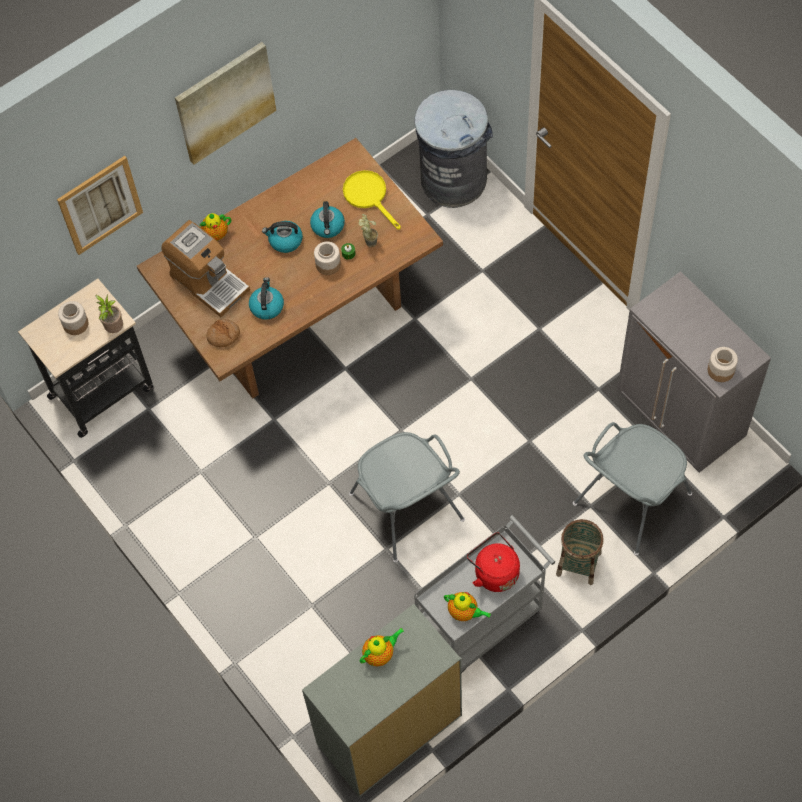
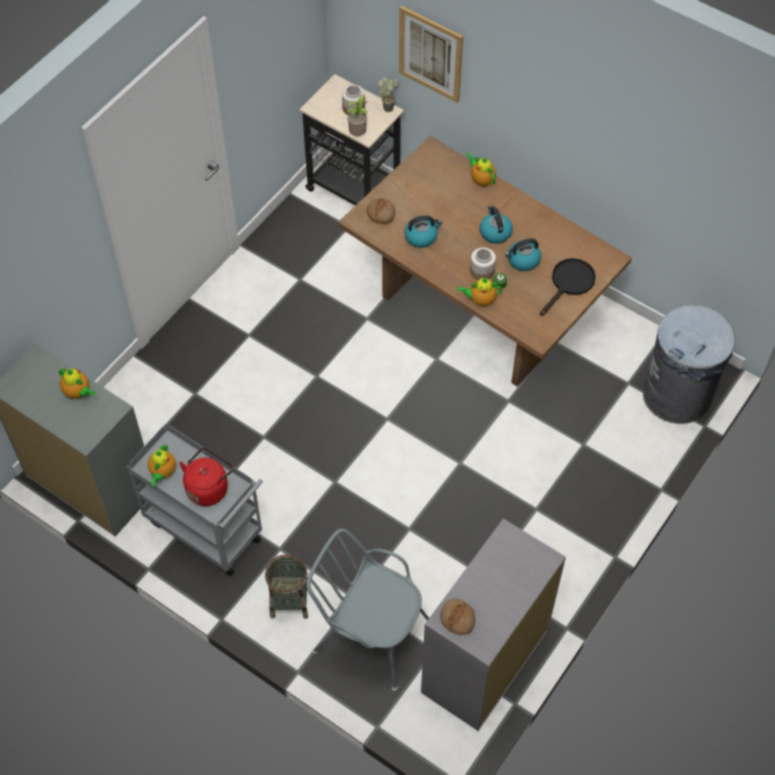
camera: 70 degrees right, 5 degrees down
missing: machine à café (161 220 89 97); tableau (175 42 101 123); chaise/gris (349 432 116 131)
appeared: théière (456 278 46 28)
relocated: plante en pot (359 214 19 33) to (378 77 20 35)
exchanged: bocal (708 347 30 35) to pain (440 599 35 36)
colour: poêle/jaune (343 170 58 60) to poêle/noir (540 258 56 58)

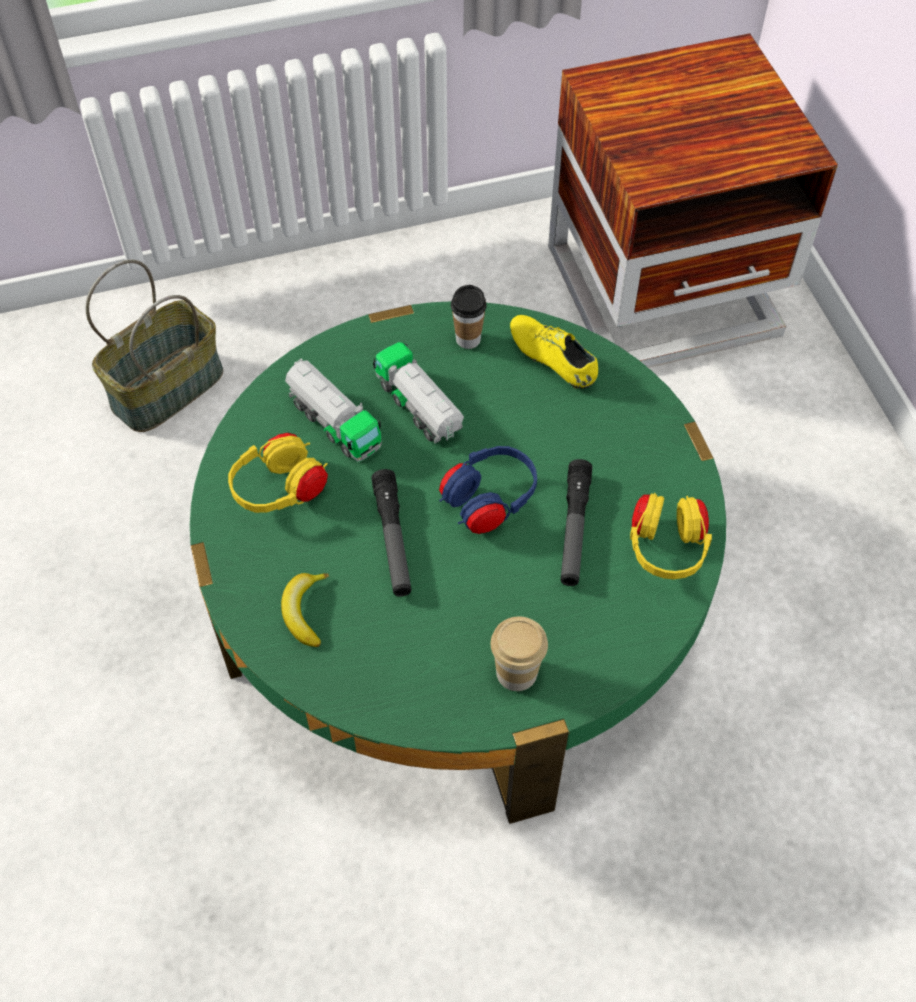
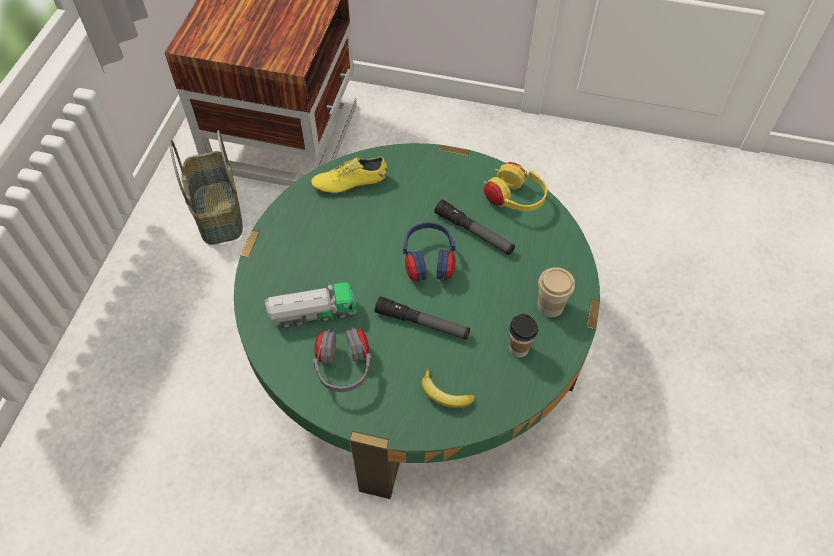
camera: 60 degrees left, 0 degrees up
missing: camion jouet (373 342 91 101)
relocated: panier (86 260 137 172) to (169 130 74 115); tasse (451 285 36 64) to (509 314 29 44)
colour: casque audio/jaune (228 433 100 80) to casque audio/gris (313 327 58 65)

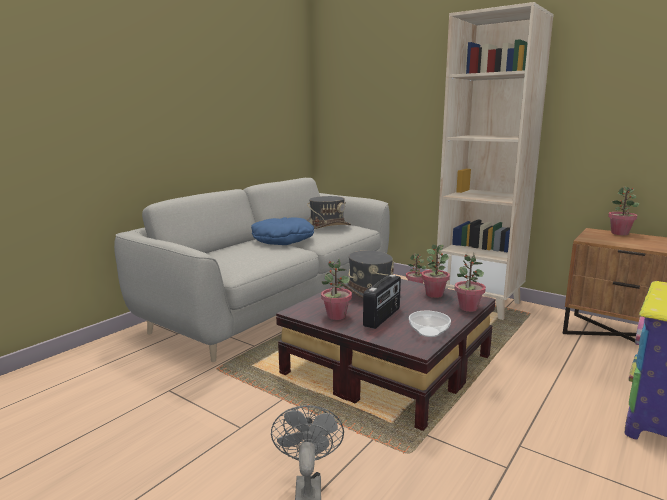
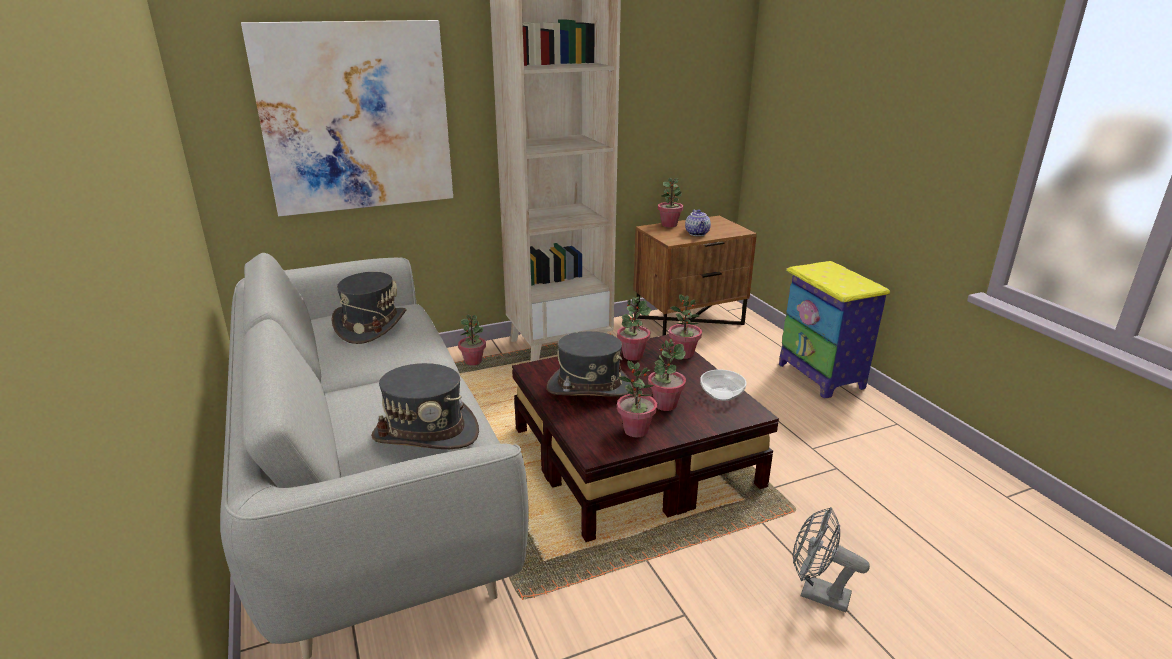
camera: 60 degrees left, 10 degrees up
missing: coussin/bleu (251 217 63 28)
appeared: tableau (241 20 212 196); chapeau/gris (371 363 108 86); théière (685 209 26 27)
exchanged: radio (363 274 38 55) to plante en pot (648 339 38 72)

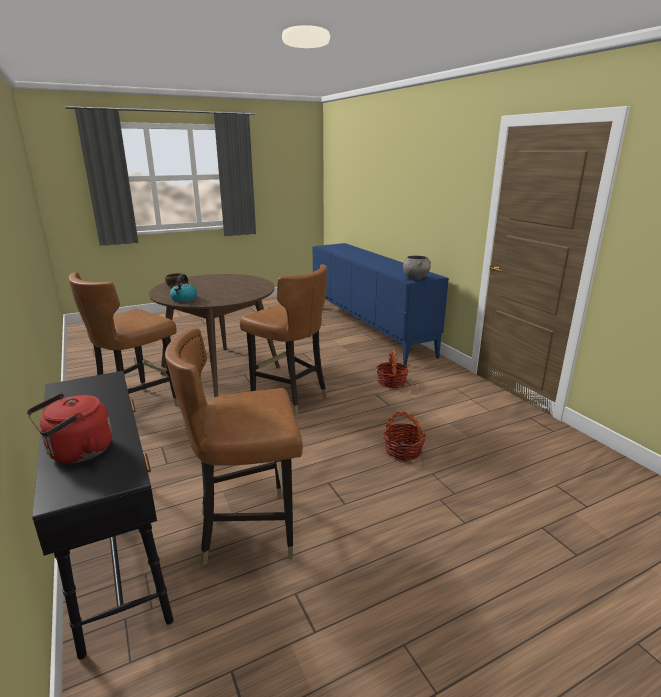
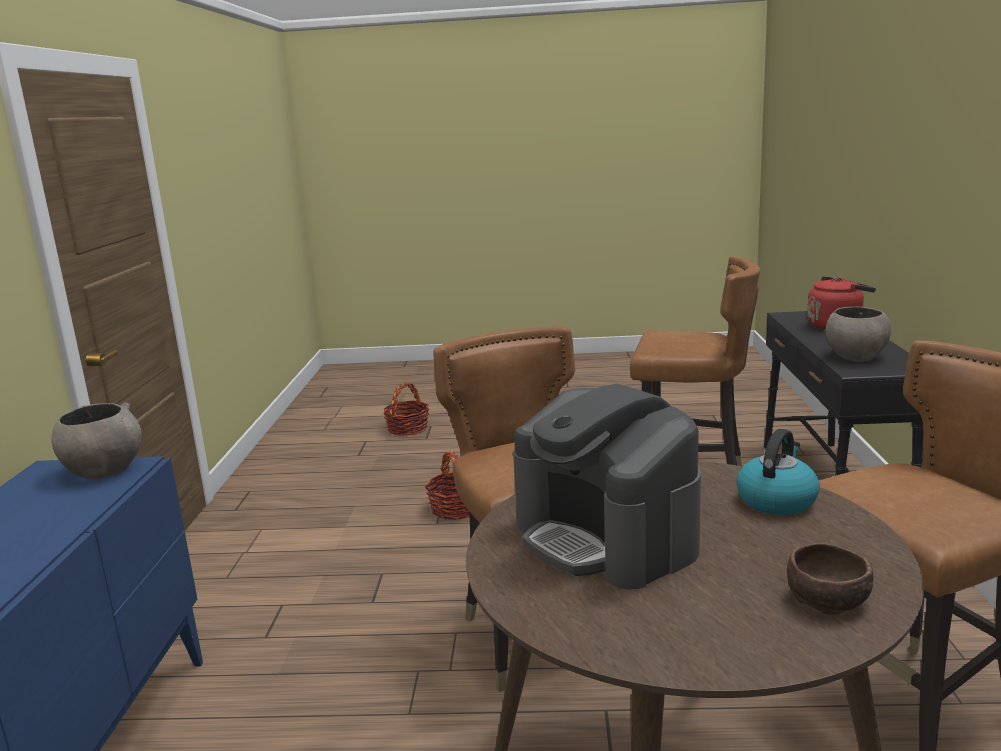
camera: 150 degrees left, 5 degrees down
appeared: machine à café (513 384 188 206); bol/gris (826 307 65 55)
relocated: panier (376 350 33 38) to (383 382 46 54)

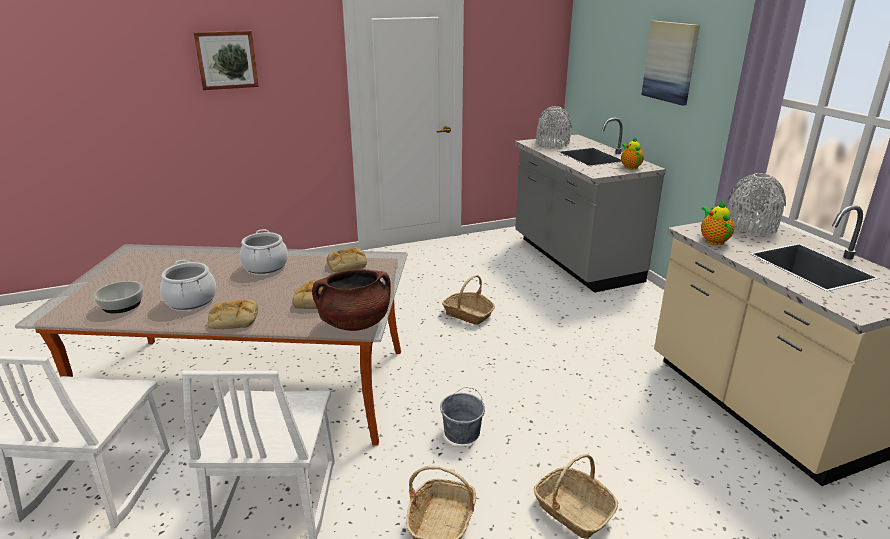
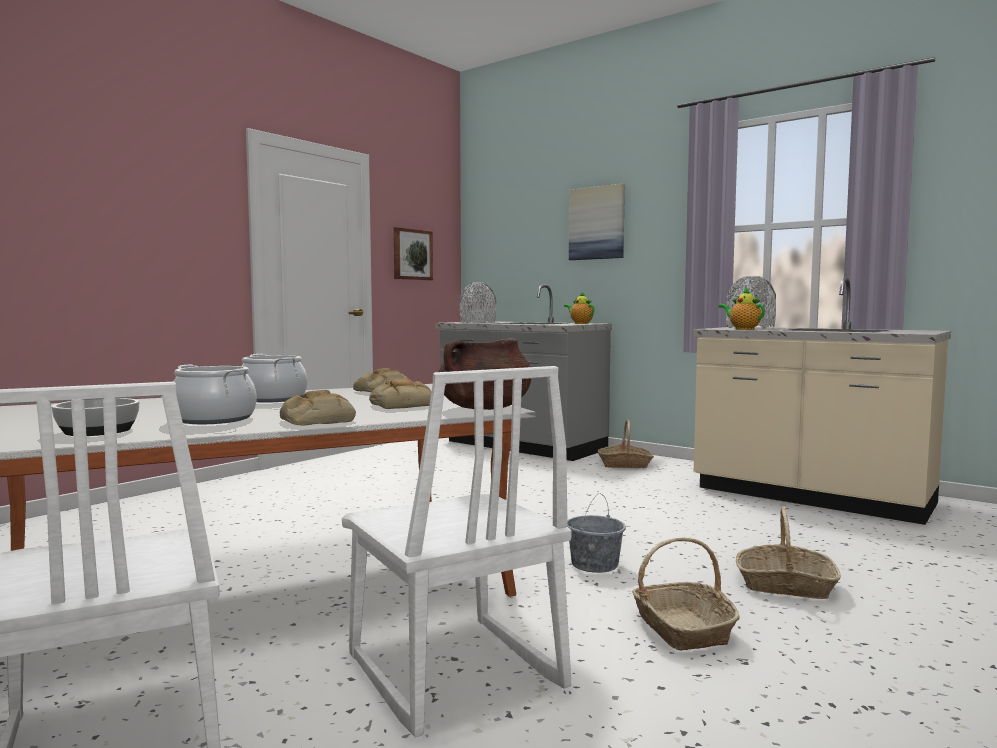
camera: 30 degrees left, 20 degrees down
relocated: tableau (193 31 66 59) to (394 227 39 53); panier (442 275 53 50) to (598 419 56 49)

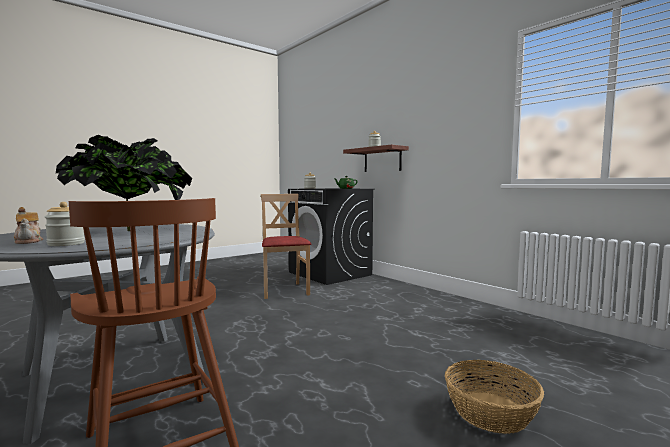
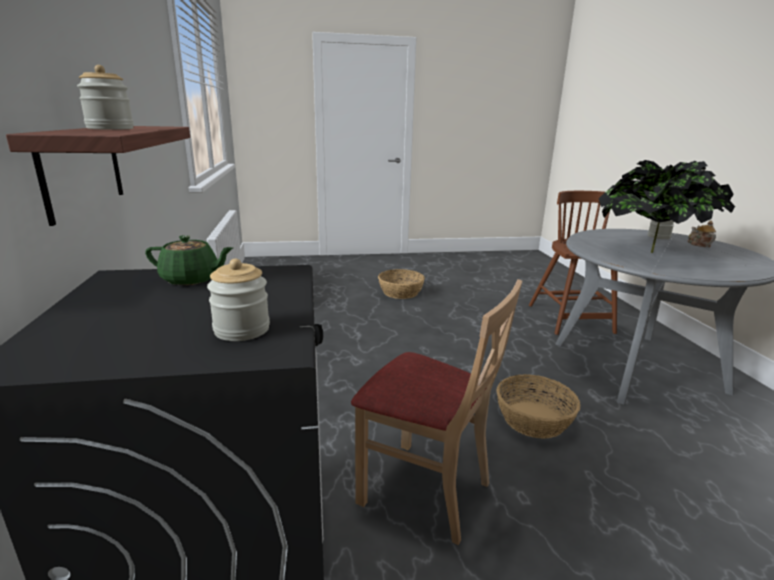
camera: 150 degrees left, 15 degrees up
appeared: panier (497 374 84 65)
spun: chaise/beige (261 194 51 105) = (351 279 171 266) 75 degrees counterclockwise

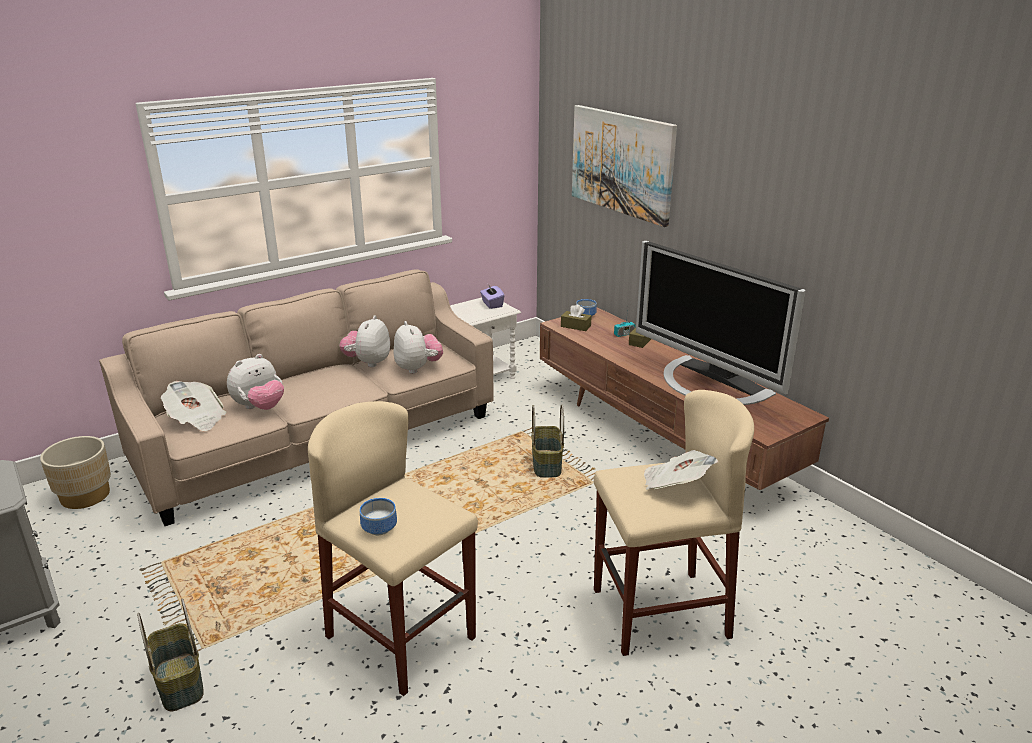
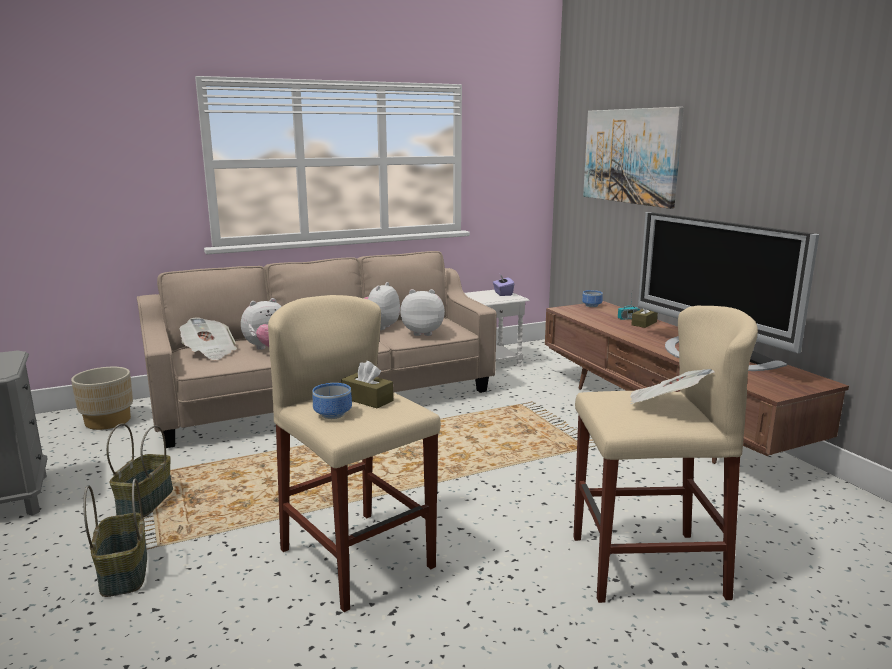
camera: 10 degrees right, 10 degrees down
relocated: panier (531 404 33 74) to (106 423 67 95); boîte à mouchoirs/marron (561 304 31 27) to (341 361 52 48)
spun: peluche (394 321 49 53) = (400 289 45 47) 75 degrees counterclockwise

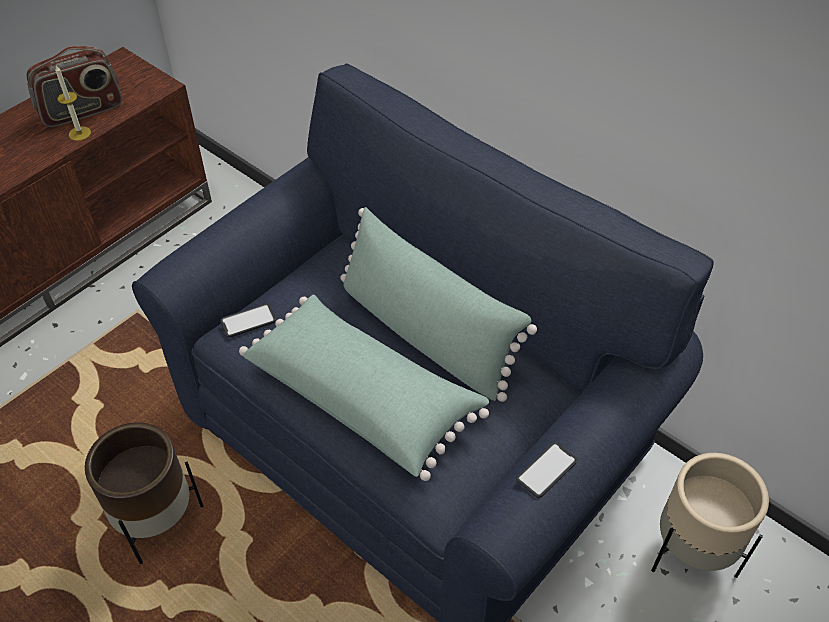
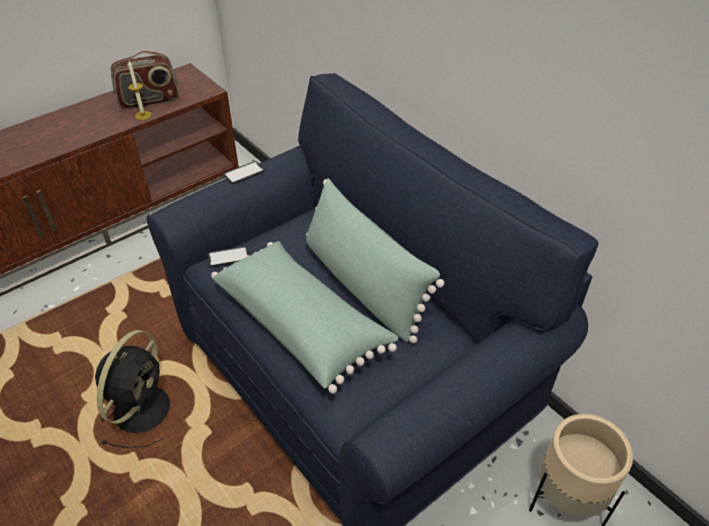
camera: 10 degrees right, 5 degrees down
relocated: téléphone (516 442 61 56) to (223 161 42 23)
exchanged: cache-pot/marron (85 422 119 142) to ventilateur/noir (95 330 75 118)

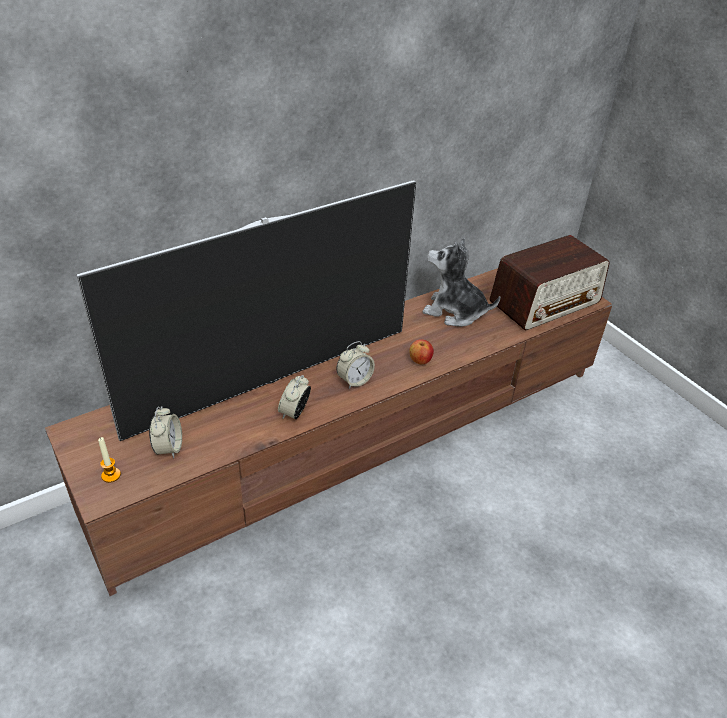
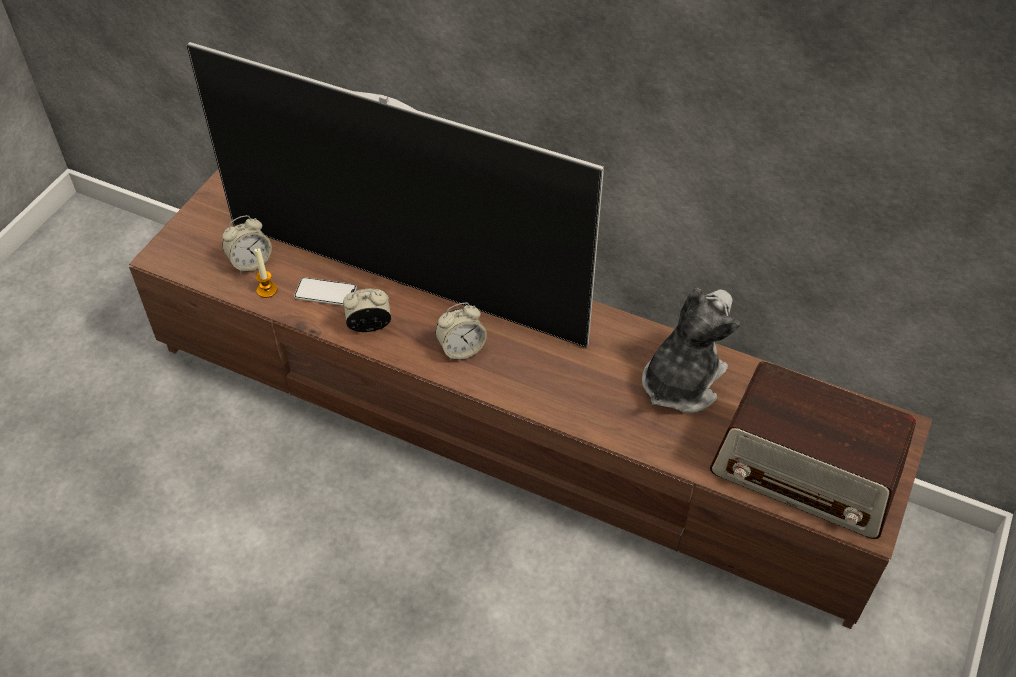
camera: 60 degrees right, 10 degrees up
missing: pomme (409 339 25 25)
appeared: téléphone (294 277 63 29)
relocated: bougie (98 437 23 46) to (254 248 23 50)
spun: réveil (337 341 38 48) = (435 302 52 59) 45 degrees counterclockwise; peluche (423 238 78 89) = (642 288 98 125) 45 degrees clockwise

